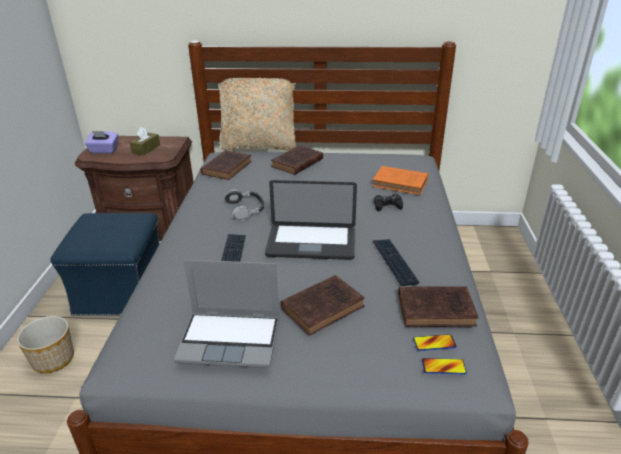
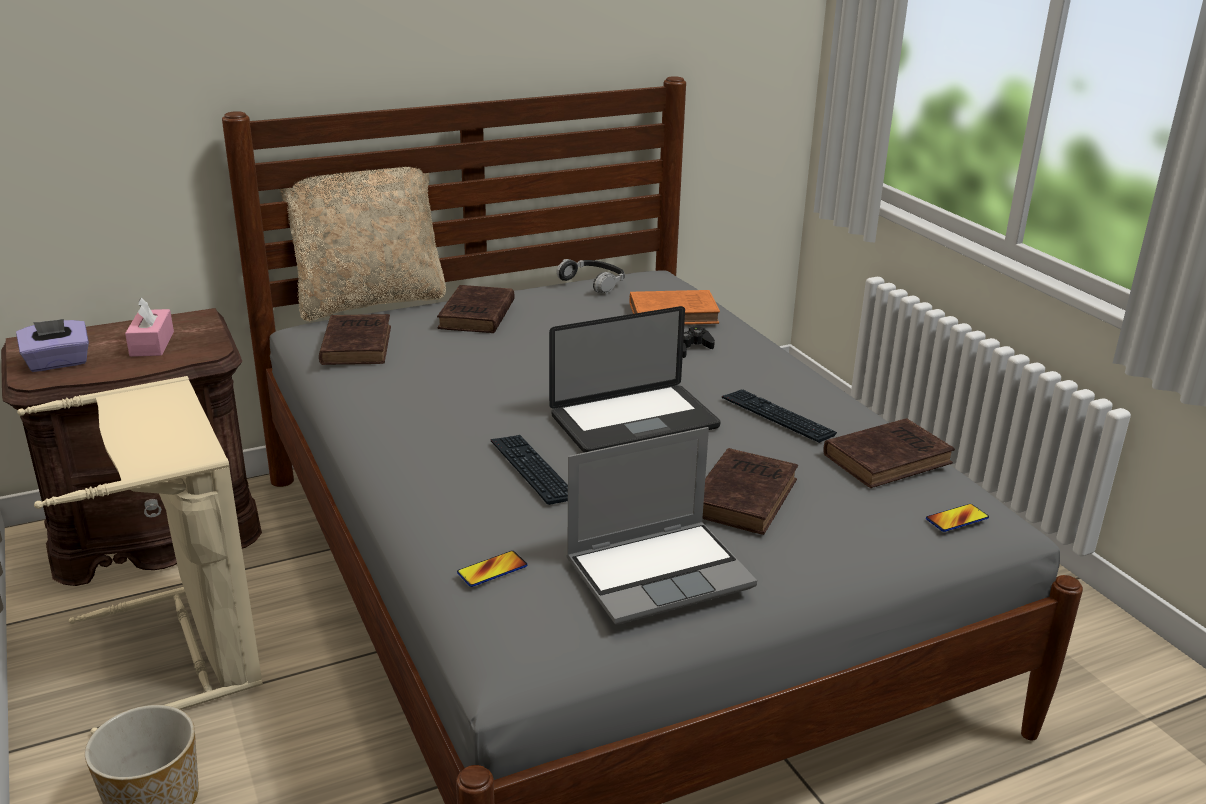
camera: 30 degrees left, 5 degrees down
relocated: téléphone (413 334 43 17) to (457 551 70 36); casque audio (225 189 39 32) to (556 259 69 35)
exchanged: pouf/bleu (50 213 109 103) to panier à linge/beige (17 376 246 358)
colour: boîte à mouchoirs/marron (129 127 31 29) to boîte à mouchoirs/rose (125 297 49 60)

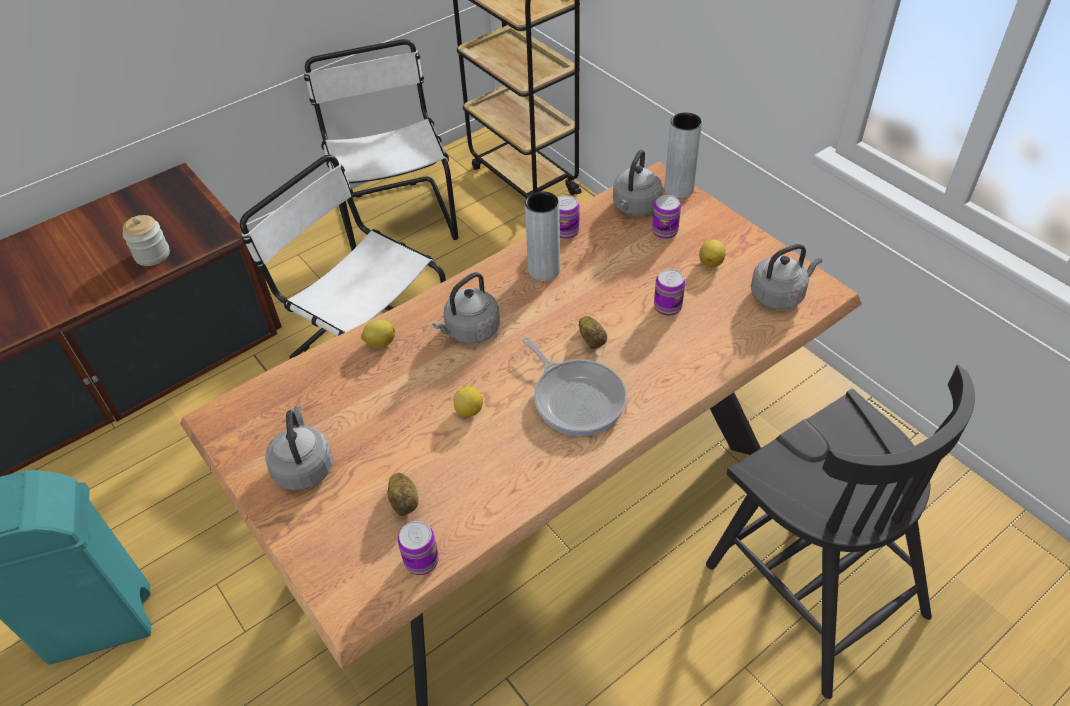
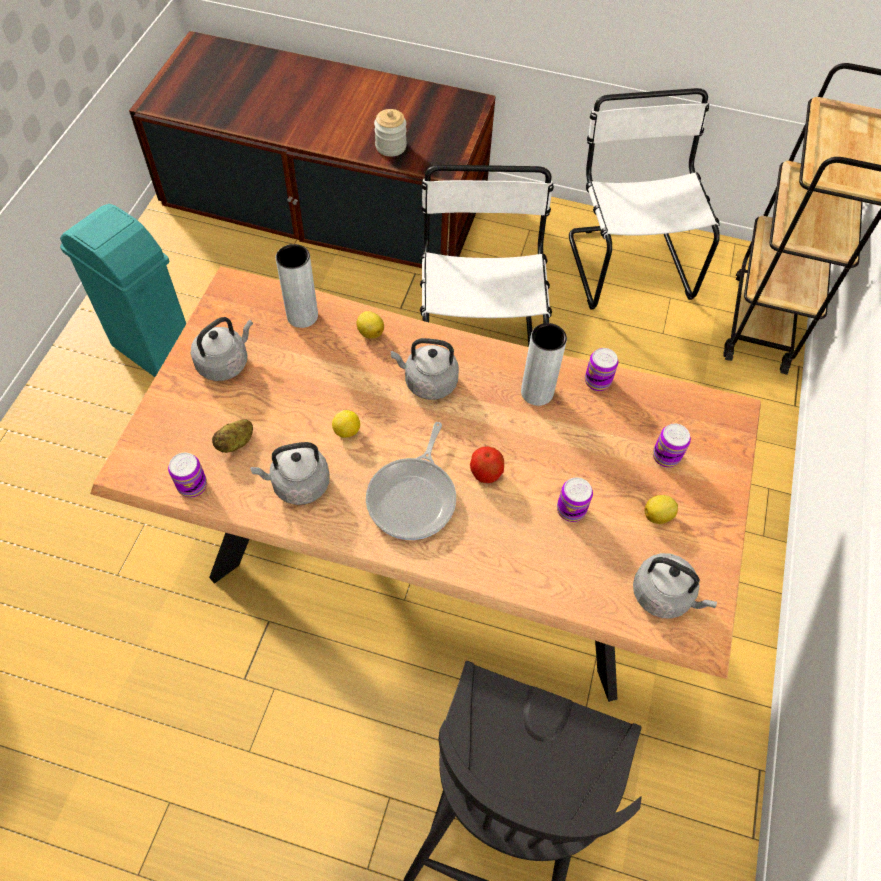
camera: 50 degrees right, 10 degrees up
relocated: bouilloire/gris (613 150 50 66) to (250 442 79 63); vase/gris (664 112 38 86) to (276 244 42 84)
exchanged: pomme de terre (579 316 28 33) to pomme (470 446 34 37)
spun: chaise/blanc (304 39 154 212) = (569 88 151 222) 45 degrees counterclockwise

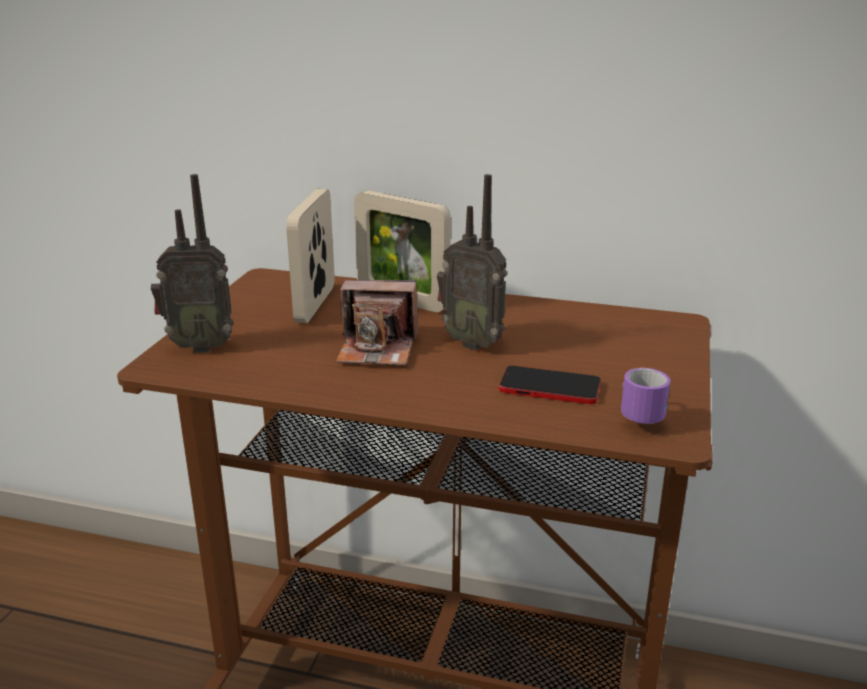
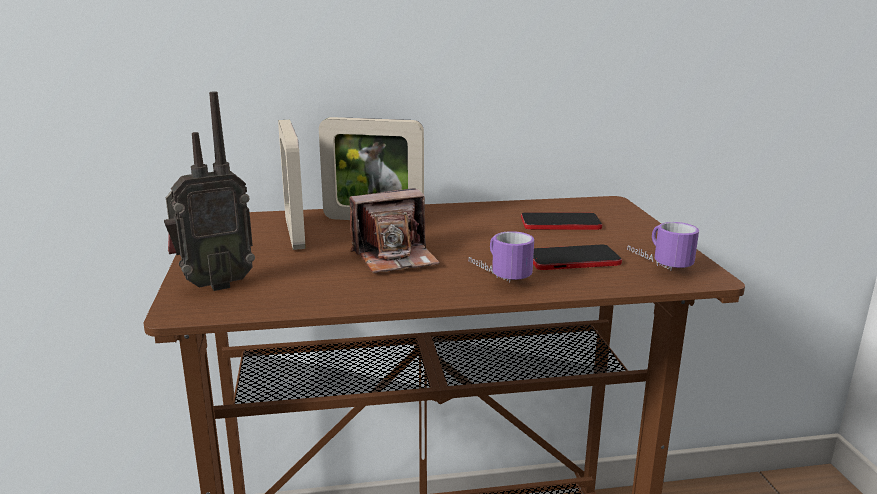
camera: 25 degrees left, 5 degrees down
missing: radio (437 174 70 176)
appeared: mug (469 231 65 51); téléphone (521 212 81 18)

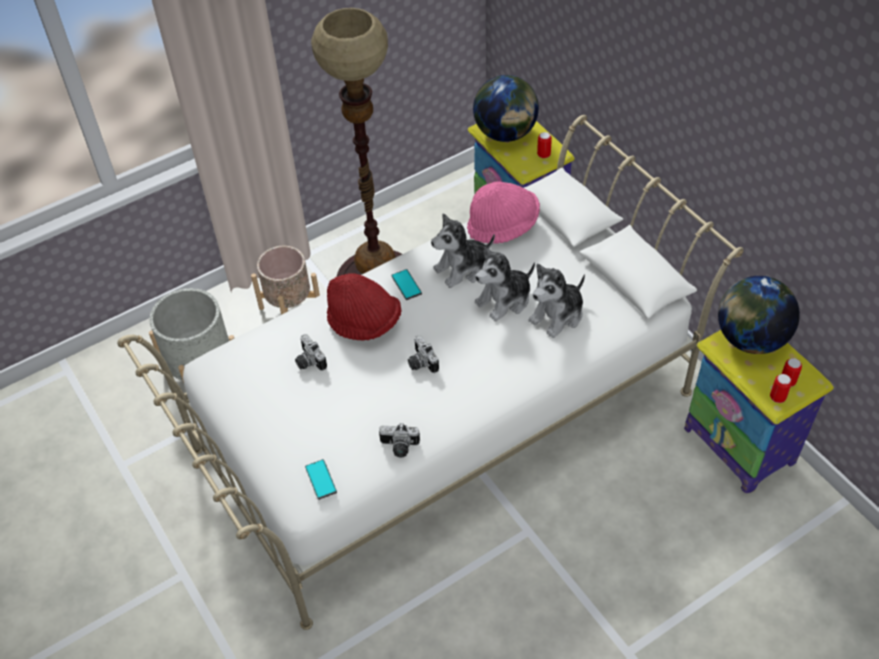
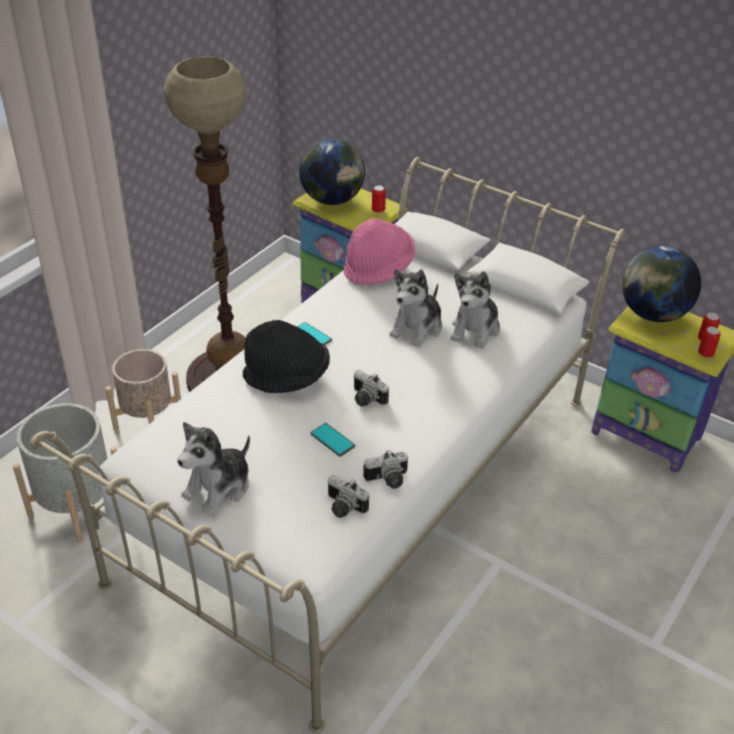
camera: 25 degrees left, 10 degrees down
relocated: peluche (431 214 64 74) to (177 422 73 93); téléphone (305 459 32 41) to (310 423 45 34); appareil photo (295 334 32 37) to (327 475 42 43)
colour: chapeau/rouge (327 273 74 68) to chapeau/noir (243 320 87 73)

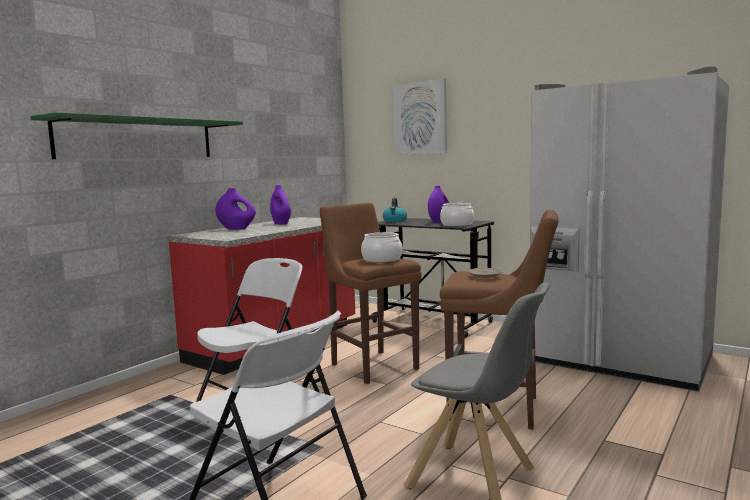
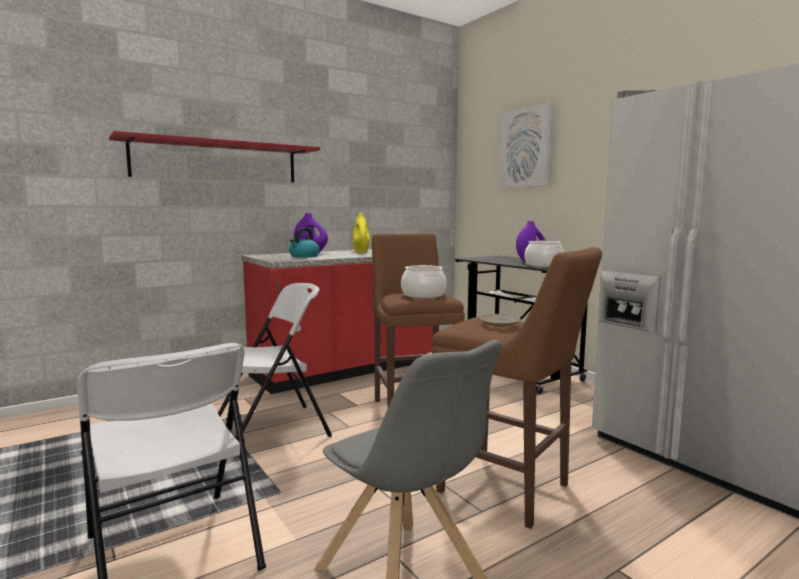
camera: 20 degrees right, 0 degrees up
relocated: bouilloire (383 198 24 24) to (289 228 30 30)
colour: étagère/vert (31 112 212 47) to étagère/rouge (109 131 211 52); vase/violet (270 185 21 39) to vase/jaune (353 213 17 40)

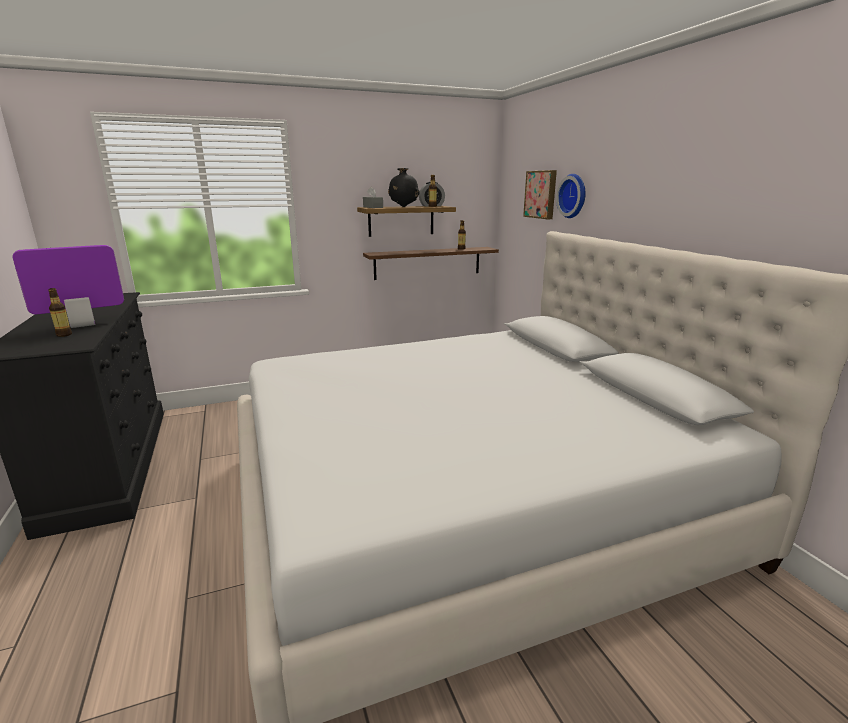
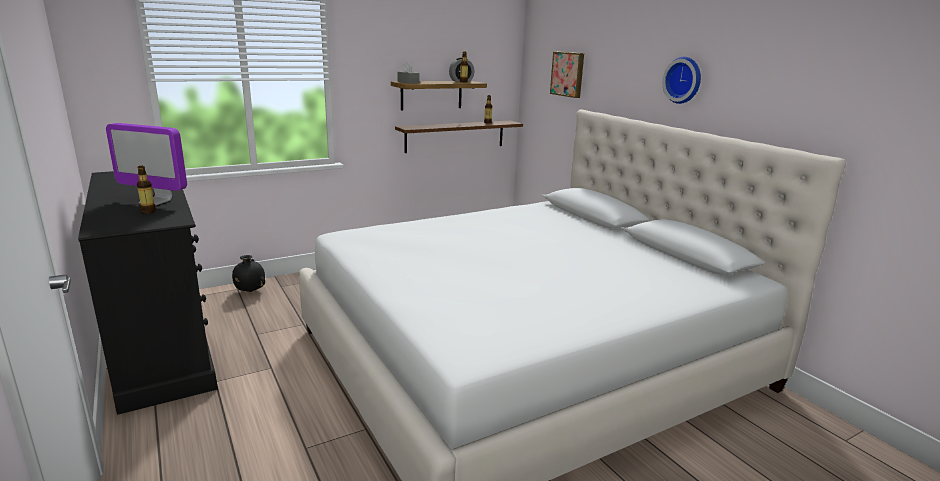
camera: 10 degrees left, 0 degrees up
relocated: vase/noir (388 168 31 39) to (232 255 33 37); horloge murale (556 174 30 44) to (662 57 39 47)
spun: écran d'ordinateur (12 245 112 83) = (106 123 81 82) 120 degrees counterclockwise

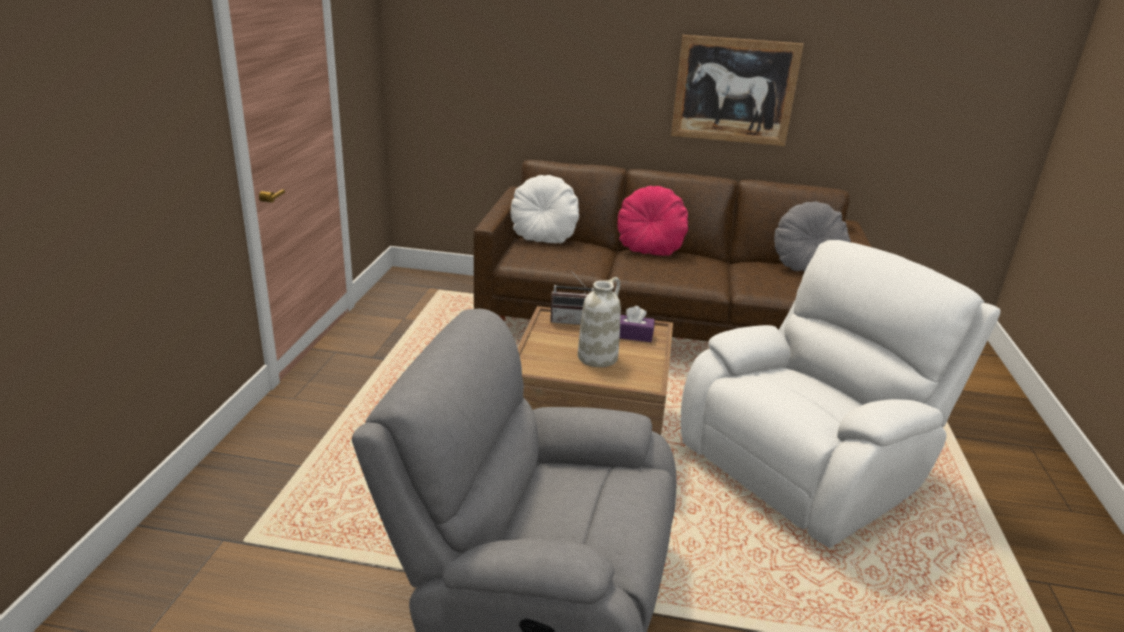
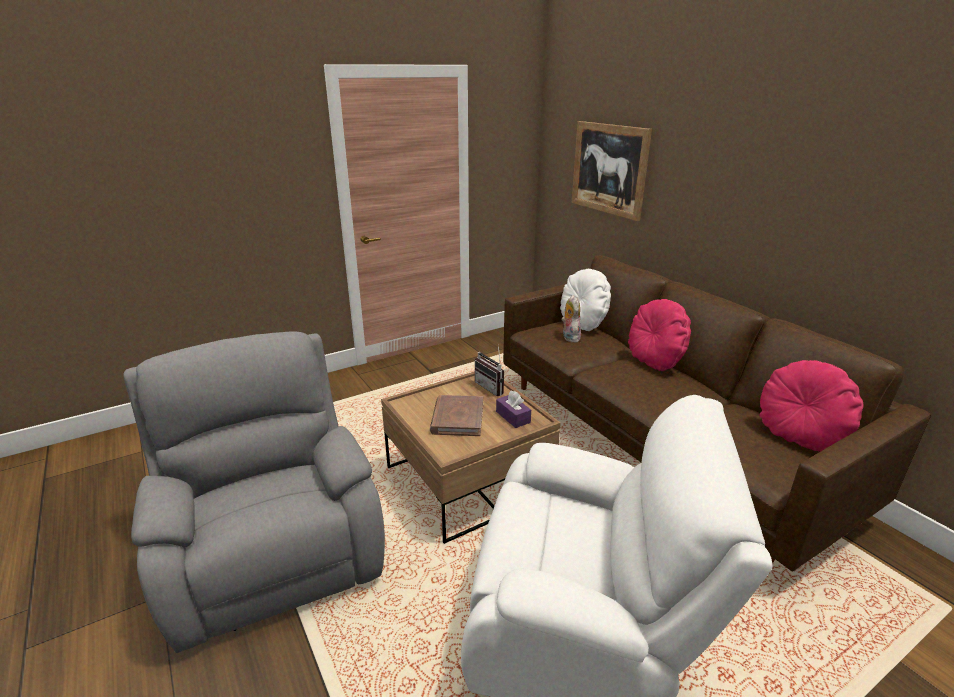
camera: 50 degrees right, 0 degrees up
appeared: peluche (561 295 20 48)
relocated: tableau (671 35 133 111) to (572 121 80 100)
exchanged: vase/blanc (578 277 43 90) to livre/marron (430 395 53 41)
colour: coussin/gris (774 201 77 71) to coussin/rose (759 360 104 92)

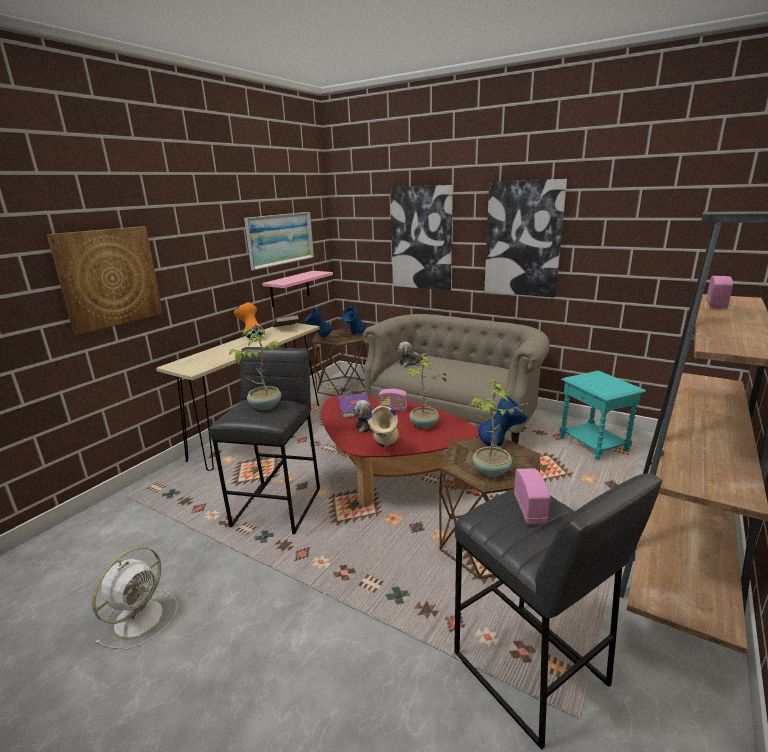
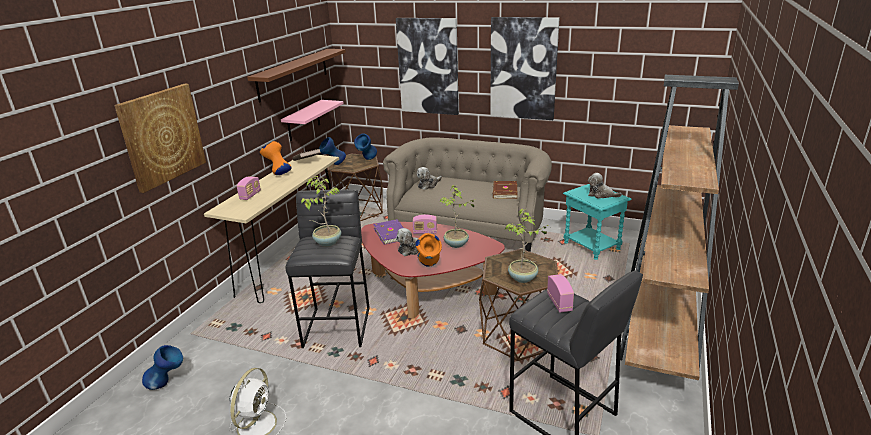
camera: 10 degrees left, 5 degrees up
appeared: livre/marron (493 181 25 18); peluche (588 173 34 26)
relocated: vase/bleu (478 396 50 51) to (142 345 41 45); radio (706 276 27 33) to (237 176 24 24)
exchanged: tableau (244 212 70 58) to étagère/marron (247 49 99 53)
colour: vase/beige (367 406 32 41) to vase/orange (415 233 27 34)

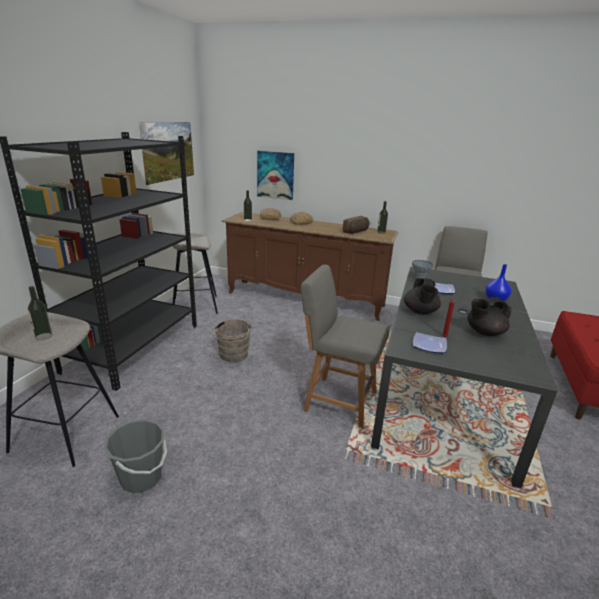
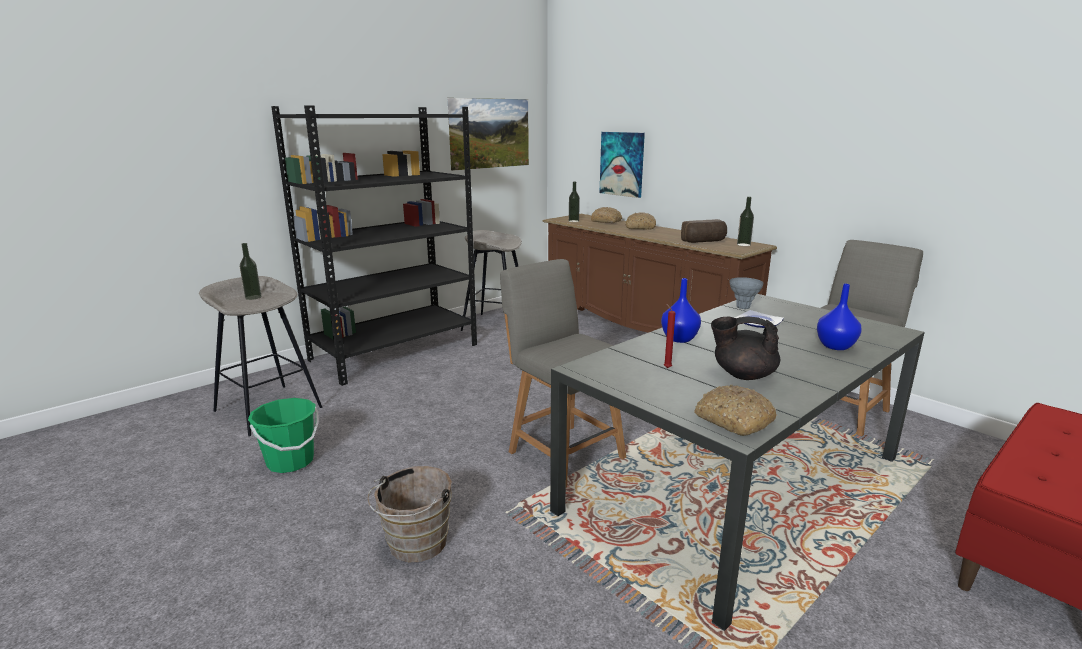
camera: 30 degrees right, 5 degrees down
missing: assiette (413 332 34 21)
appeared: pain (694 385 83 51)
relocated: seau/marron (213 319 39 43) to (368 466 84 96)
exchanged: théière/noir (404 278 37 37) to vase/bleu (661 278 40 65)
colour: seau/gris (104 419 63 74) to seau/vert (248 398 71 75)

